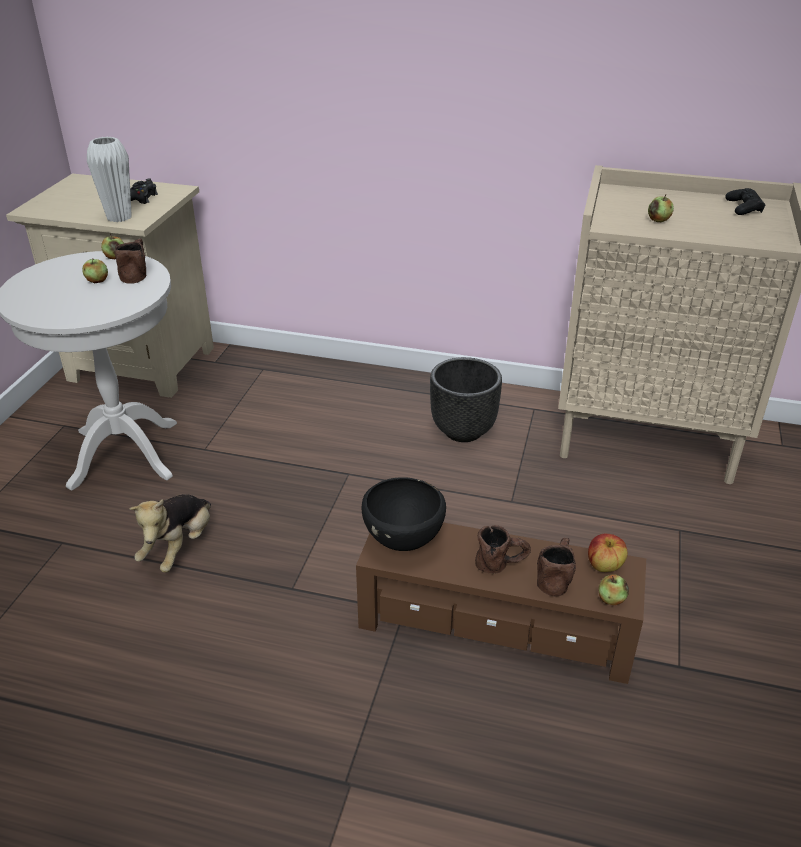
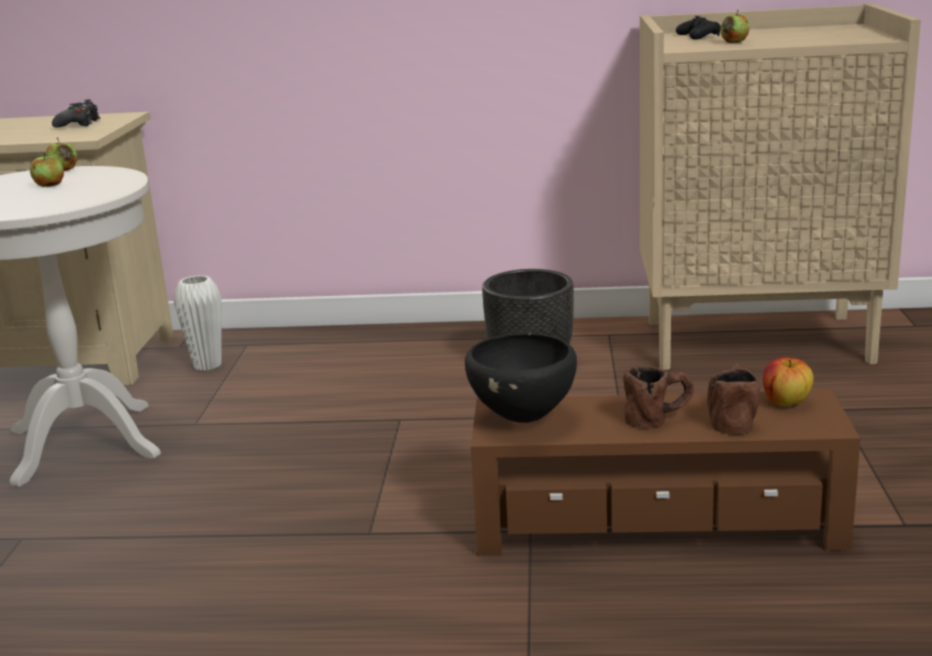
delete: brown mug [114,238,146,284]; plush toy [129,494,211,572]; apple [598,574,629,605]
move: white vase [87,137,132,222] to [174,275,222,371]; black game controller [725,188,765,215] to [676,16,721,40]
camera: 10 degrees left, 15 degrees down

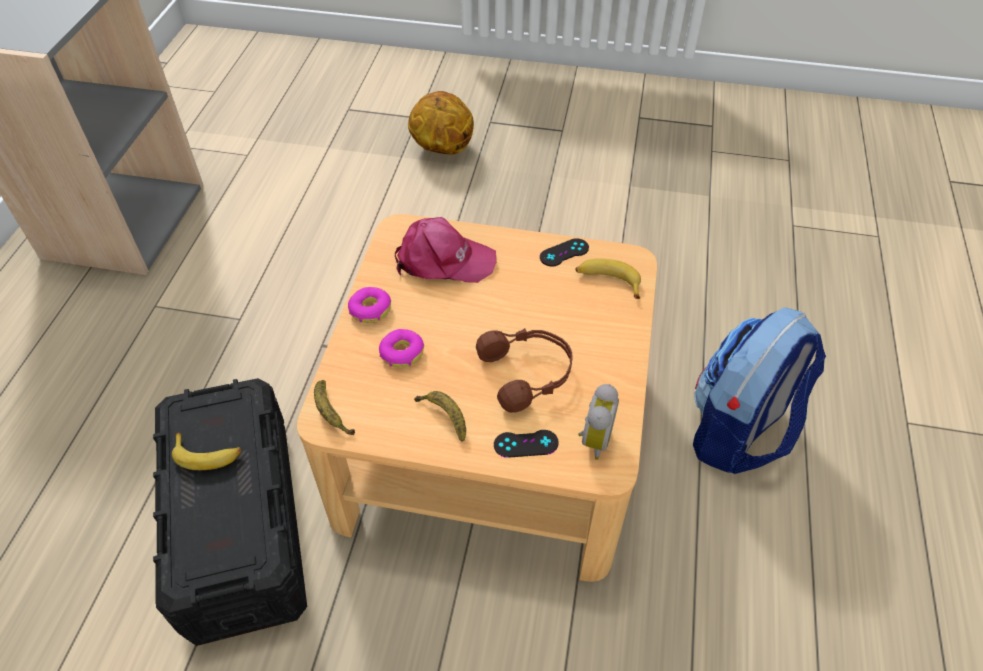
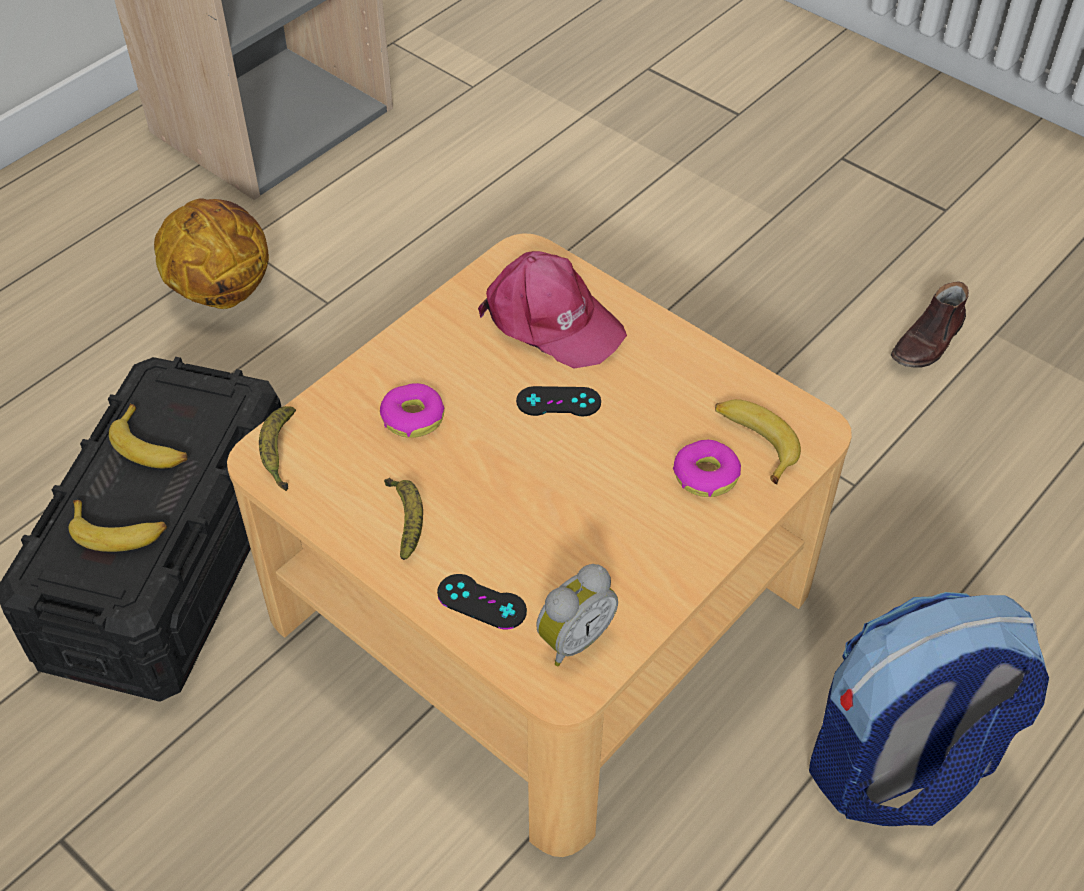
delete: brown headphones [476,328,573,413]
insert: banana [68,500,167,552]; brown shoe [891,281,969,367]
move: donut [348,287,391,323] to [673,440,741,497]; basketball [408,91,474,155] to [154,198,269,309]; black game controller [540,238,589,267] to [516,386,601,416]
camera: 30 degrees right, 0 degrees up

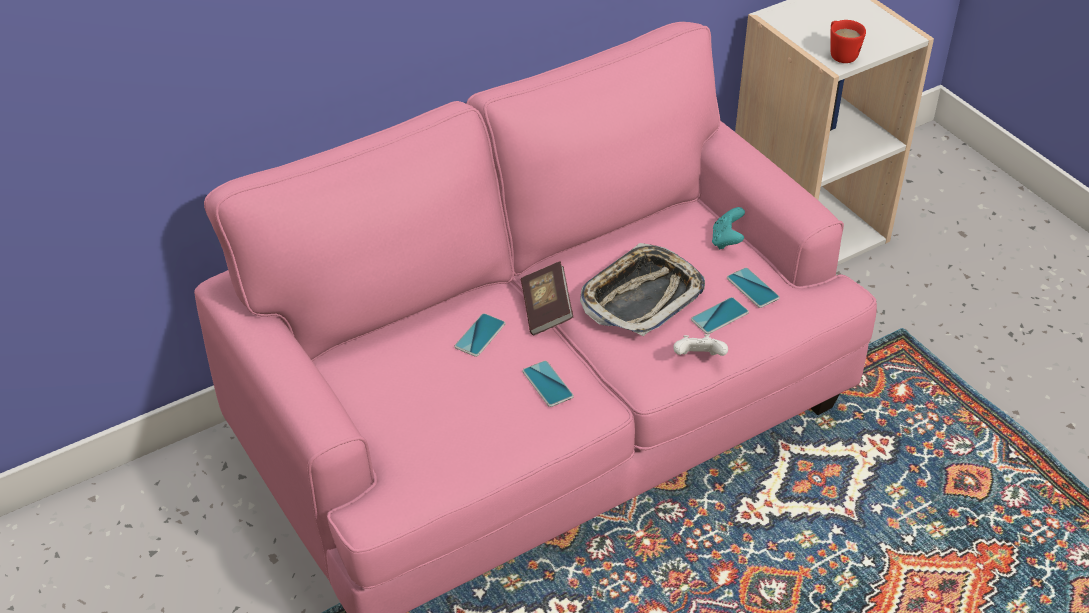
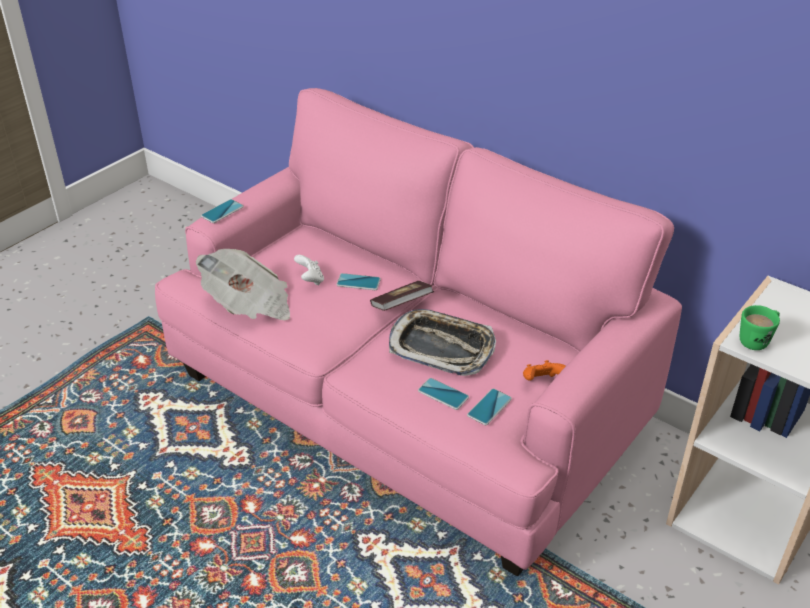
insert: newspaper [196,249,290,320]
move: phone [522,361,574,407] to [201,199,244,223]; white game controller [673,334,728,356] to [294,255,324,286]
recolor: turquoise game controller [712,207,745,250] to orange game controller [523,360,566,381]; red mug [830,20,866,63] to green mug [740,305,780,350]
camera: 70 degrees right, 5 degrees down

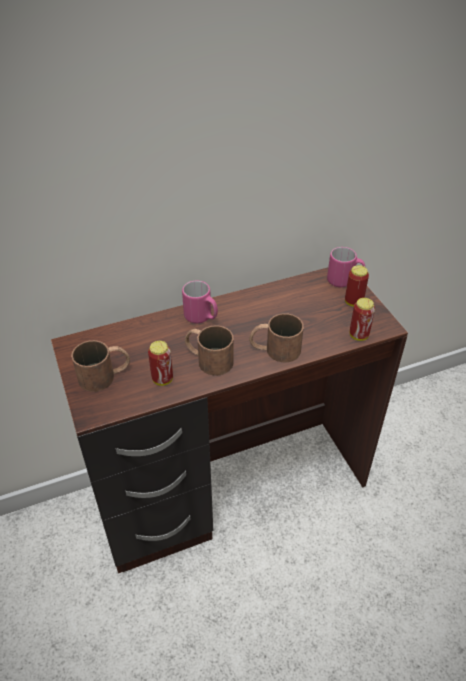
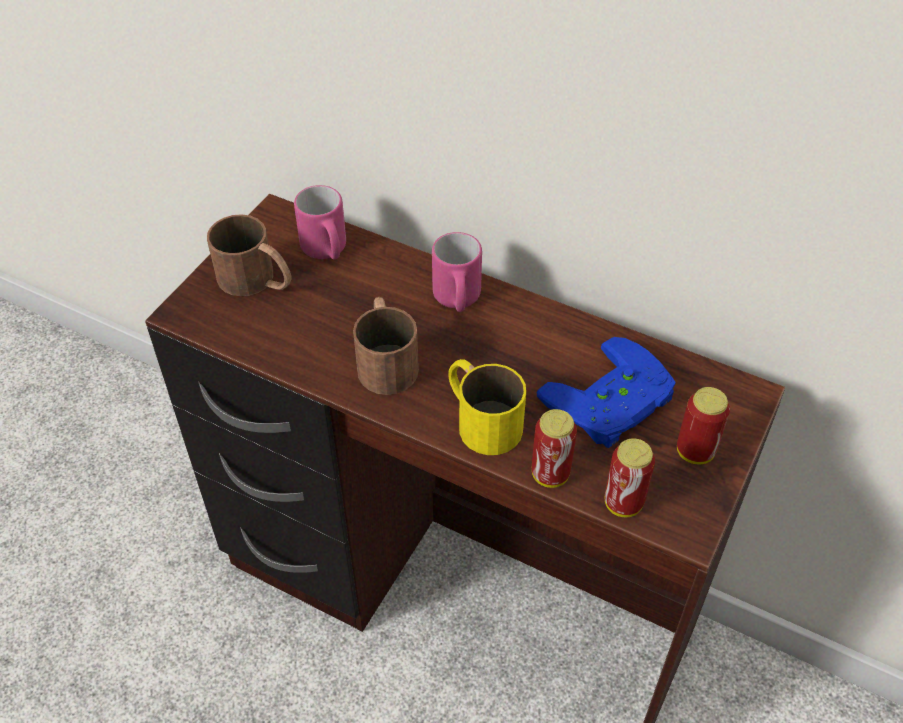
insert: blue game controller [537,337,676,448]
move: can [148,341,173,386] to [532,409,577,488]; pink mug [327,247,365,287] to [294,185,346,259]
recolor: brown mug [249,313,304,362] to yellow mug [448,359,526,455]
camera: 50 degrees right, 5 degrees up

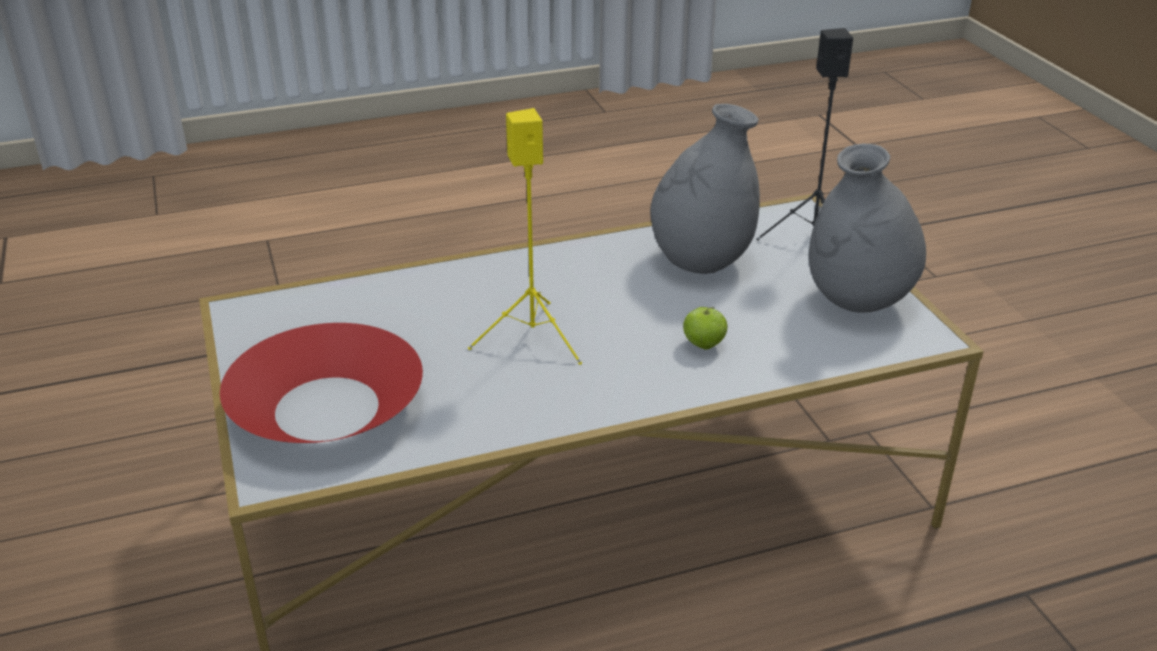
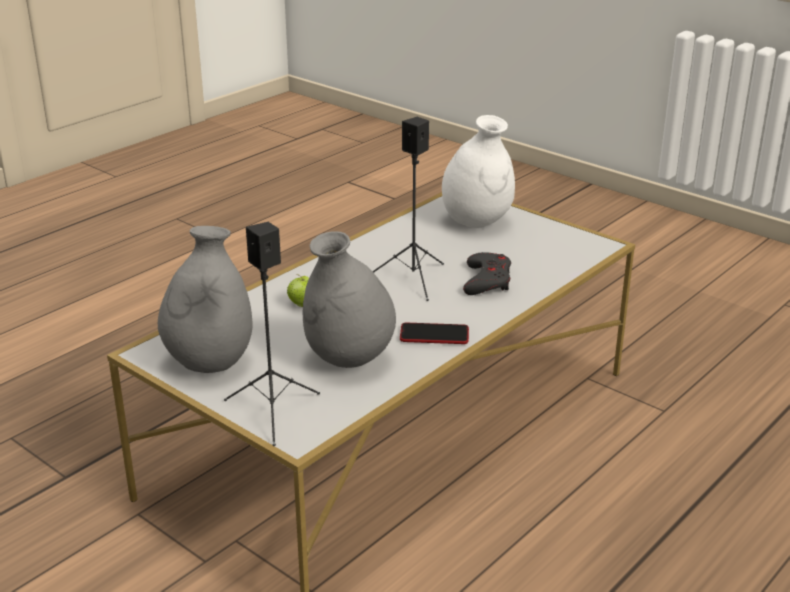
insert: phone [400,323,469,344]; grey game controller [463,252,511,295]
replace: red bowl [220,323,423,443] to white vase [442,115,515,228]
recolor: yellow speaker [468,108,582,365] to black speaker [372,117,444,301]
camera: 150 degrees right, 5 degrees down

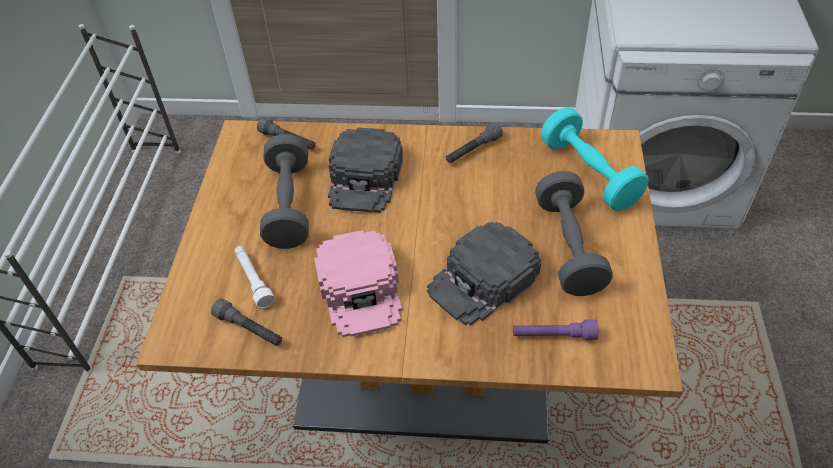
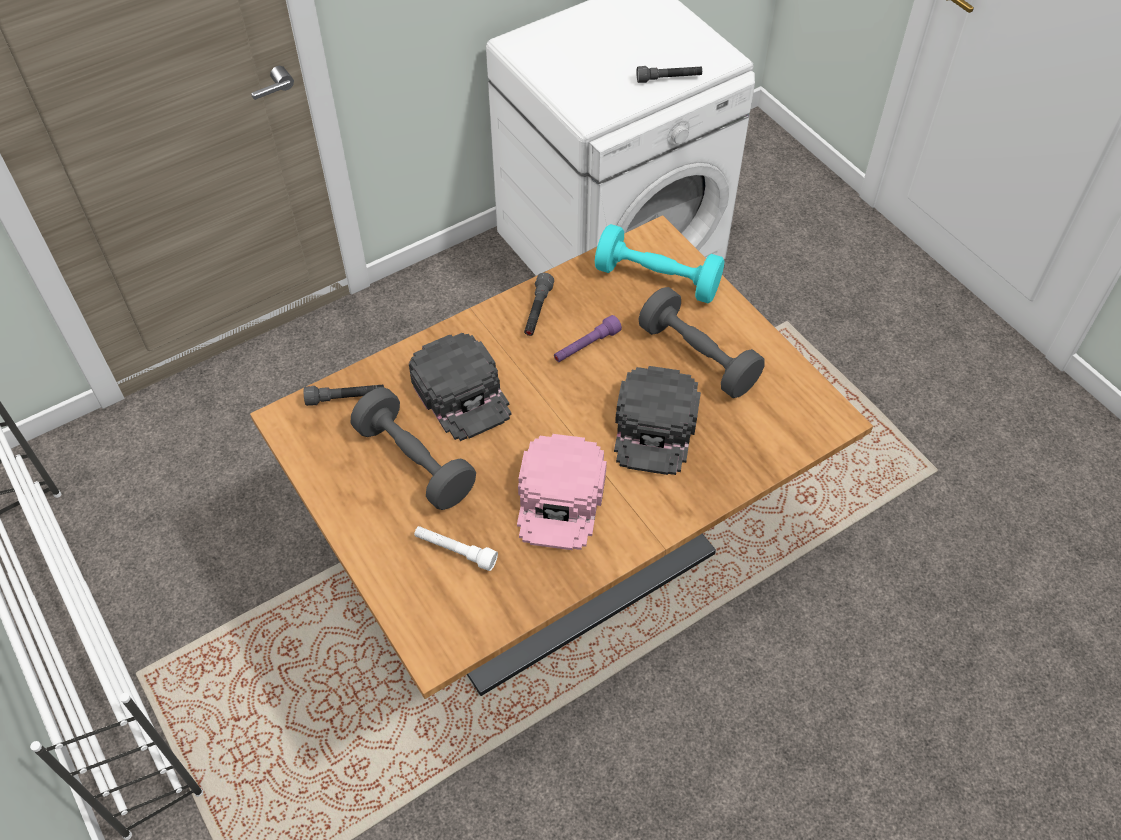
move: grey flashlight [211,298,282,346] to [637,66,702,83]; purple flashlight [513,319,598,340] to [554,315,622,362]
rotate: pink cap [314,230,402,337] = [517,434,607,550] 60 degrees clockwise
camera: 40 degrees left, 5 degrees up

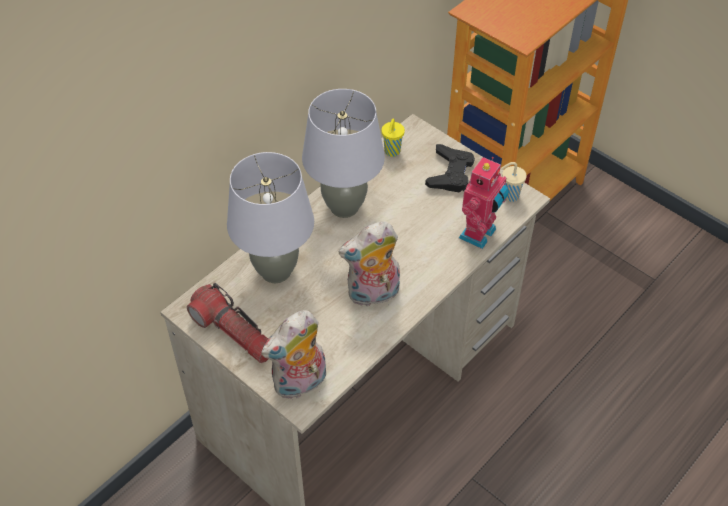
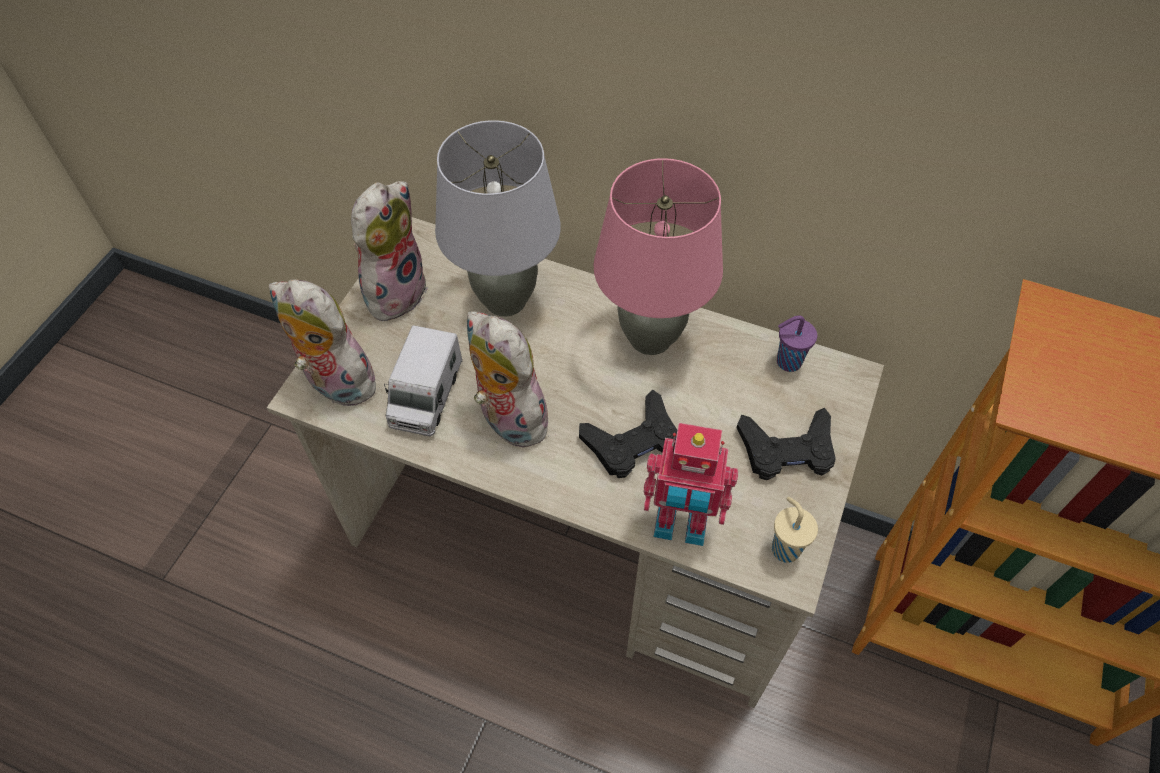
insert: toy truck [384,325,462,436]; black game controller [579,389,677,478]
replace: flashlight [187,283,268,363] to plush toy [351,181,428,322]
recolor: grey table lamp [302,89,385,218] to pink table lamp [594,158,723,355]; yellow cup [382,118,405,157] to purple cup [777,316,817,372]
camera: 70 degrees right, 5 degrees up

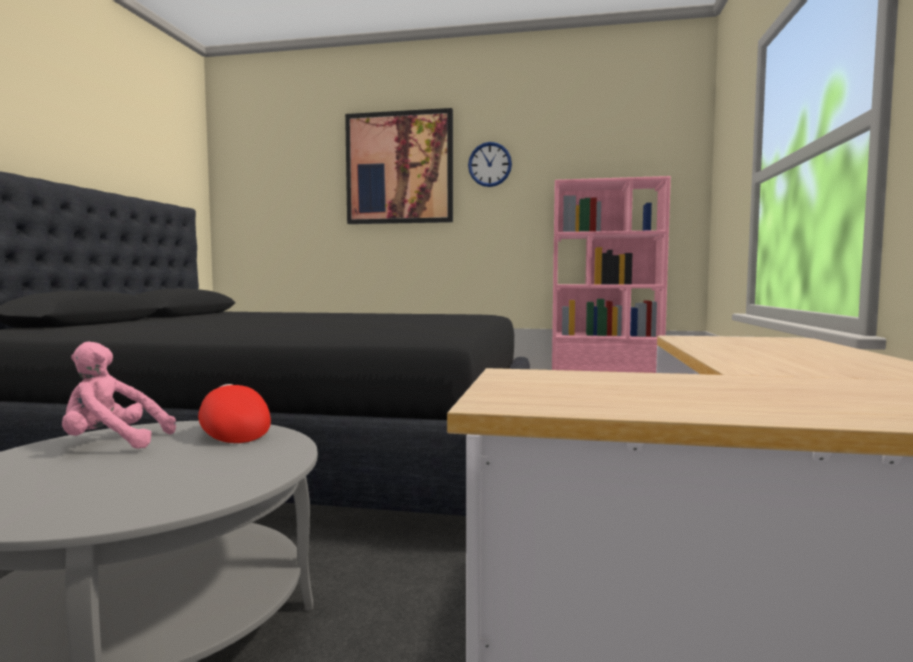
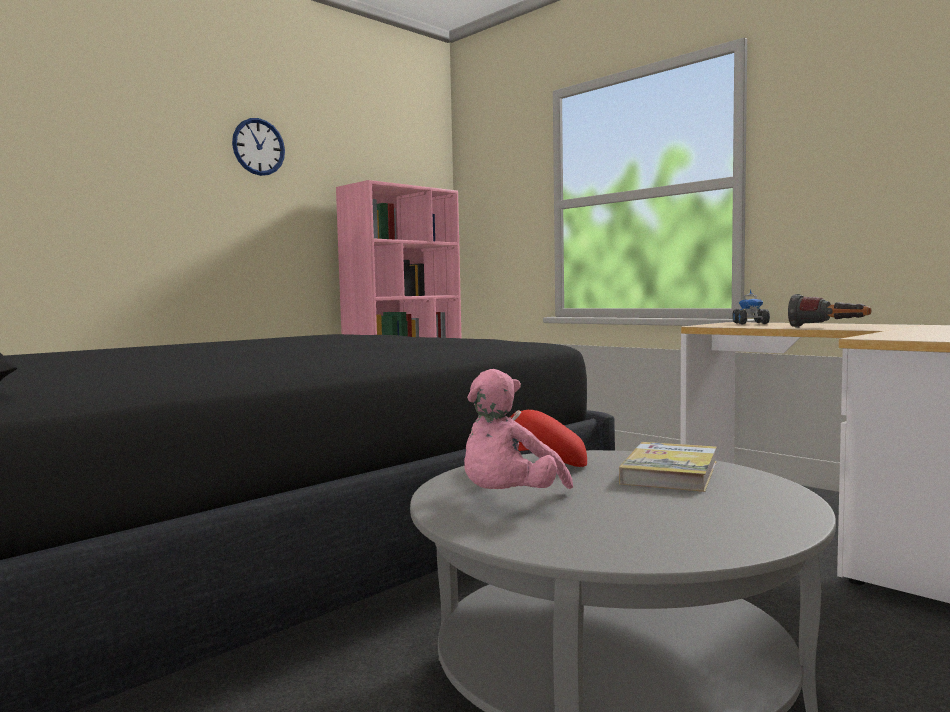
delete: picture [345,108,453,224]
insert: book [619,442,717,492]; toy truck [732,289,770,325]; flashlight [788,294,871,328]
camera: 55 degrees left, 0 degrees up

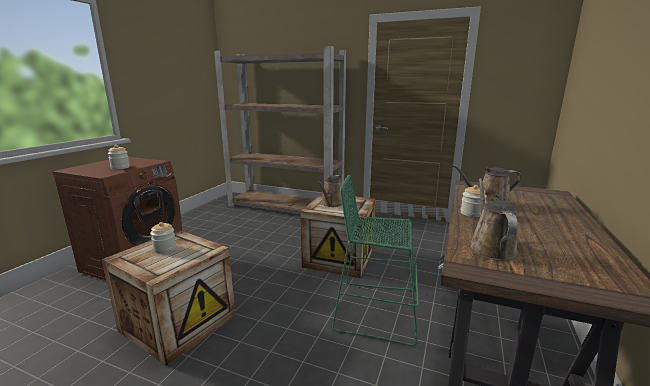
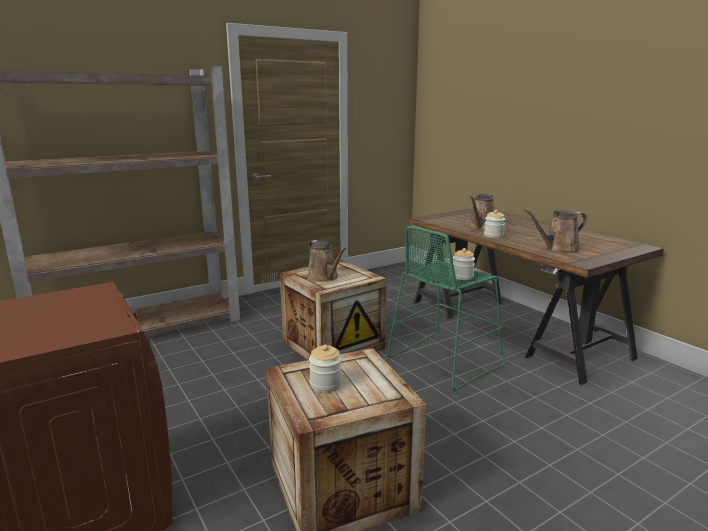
move: jar [108,145,130,169] to [453,248,475,280]
rotate: brown watering can [469,178,518,261] = [524,209,588,253] 60 degrees counterclockwise
camera: 55 degrees left, 0 degrees up

